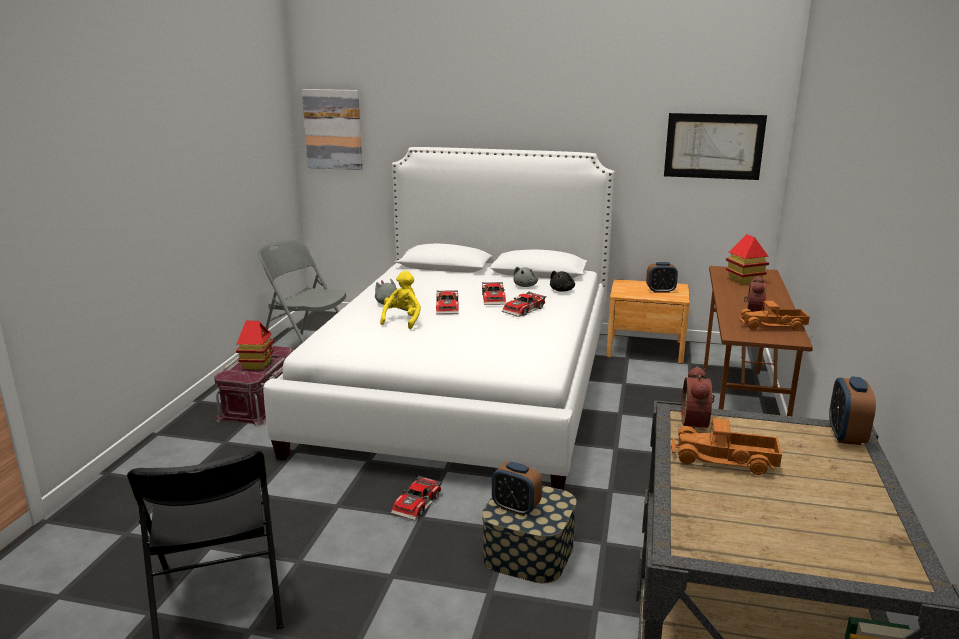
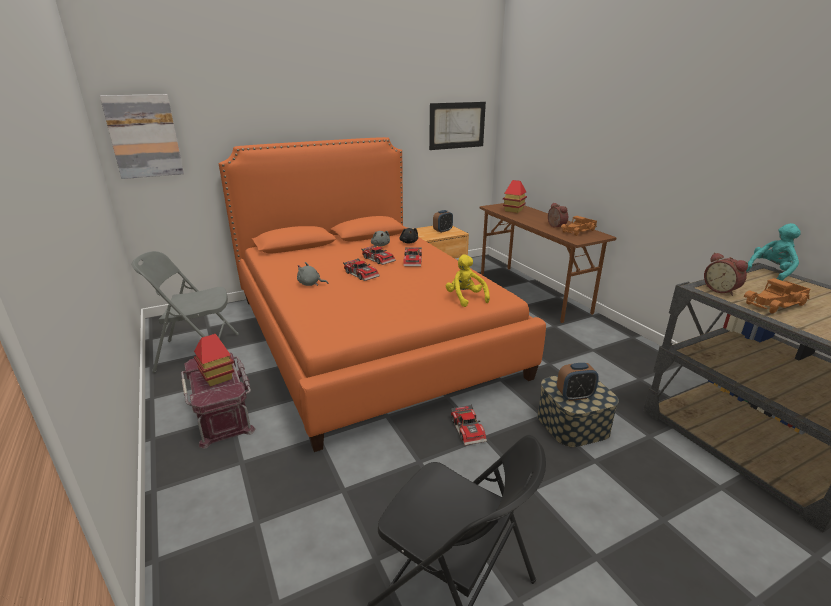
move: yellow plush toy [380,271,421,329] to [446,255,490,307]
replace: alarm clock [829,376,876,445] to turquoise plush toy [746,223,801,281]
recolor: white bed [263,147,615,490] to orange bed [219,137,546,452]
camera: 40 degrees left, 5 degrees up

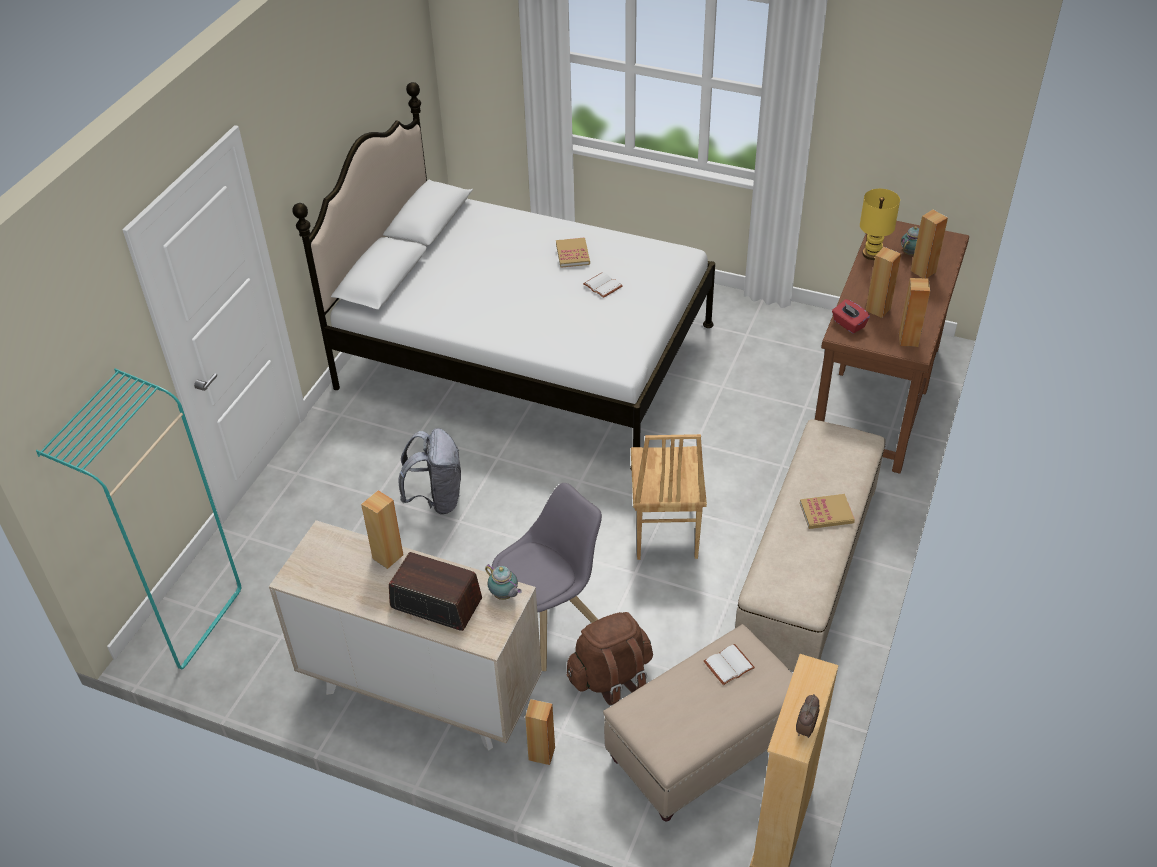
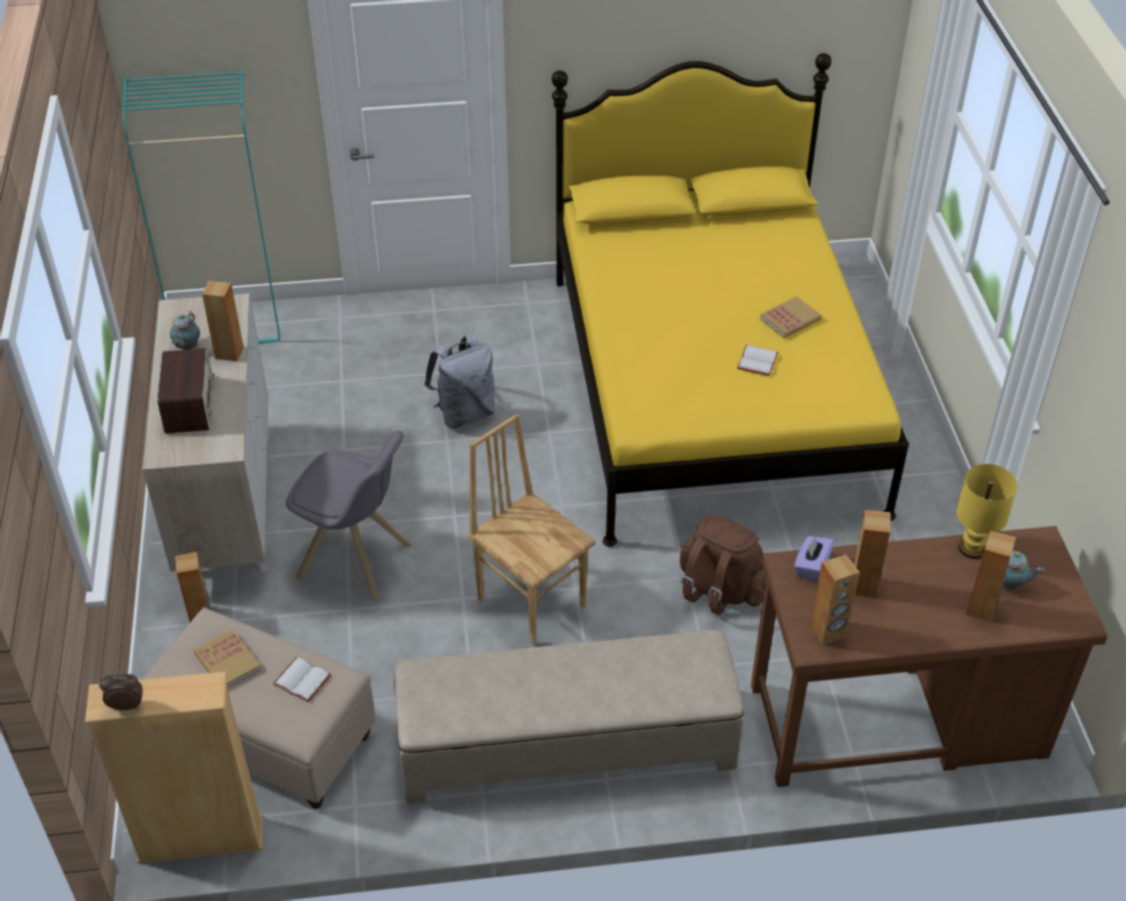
move: teapot [485,564,522,600] to [170,312,200,350]; brown backpack [567,612,653,705] to [680,515,766,615]; book [800,494,855,529] to [193,629,261,688]
recolor: white bed [292,82,715,470] to yellow bed [552,53,909,547]; red tissue box [832,299,870,334] to purple tissue box [794,536,835,582]
rotate: brown chair [631,434,707,560] = [468,414,595,646] 75 degrees clockwise
camera: 60 degrees right, 0 degrees up

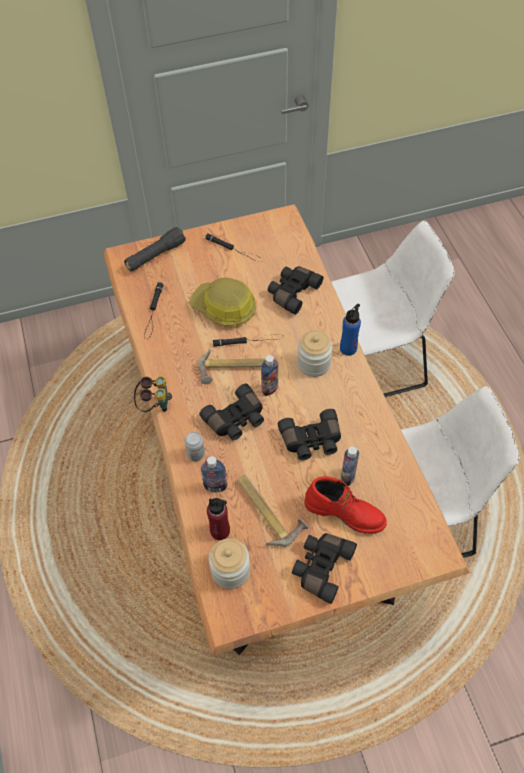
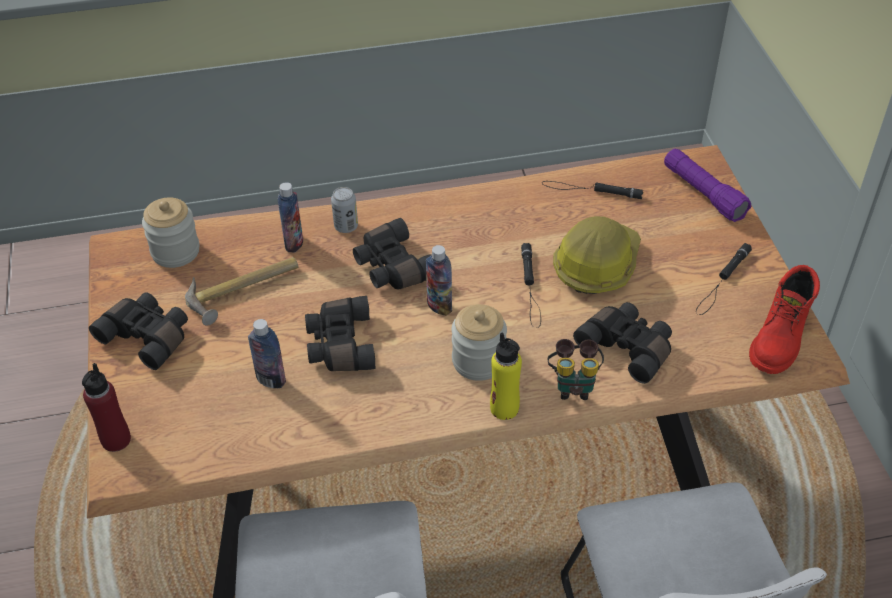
delete: hammer [198,348,275,384]
move: binoculars [134,376,172,412] to [548,339,604,400]; red bottle [207,498,230,540] to [82,363,131,452]; red boot [304,476,387,534] to [749,265,820,374]
recolor: black flashlight [124,227,186,272] to purple flashlight [664,149,751,222]; blue bottle [340,304,361,356] to yellow bottle [490,333,522,420]
camera: 95 degrees right, 10 degrees down

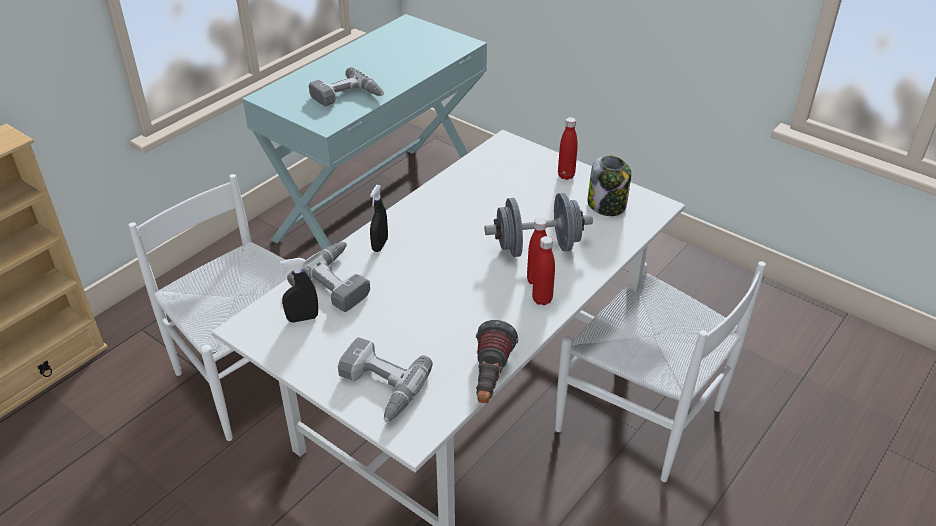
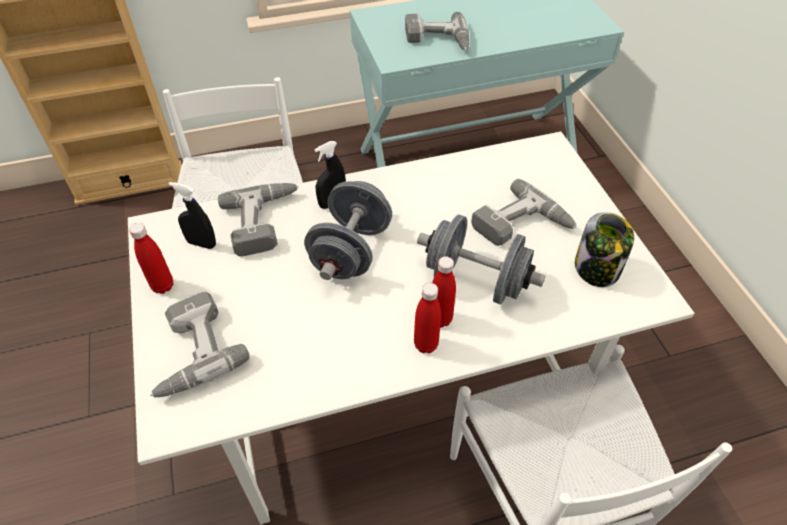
delete: flashlight [476,320,518,403]
insert: grey dumbbell [304,181,392,280]; power drill [471,179,577,246]
move: red bottle [558,117,578,180] to [129,223,173,294]
camera: 35 degrees right, 10 degrees up

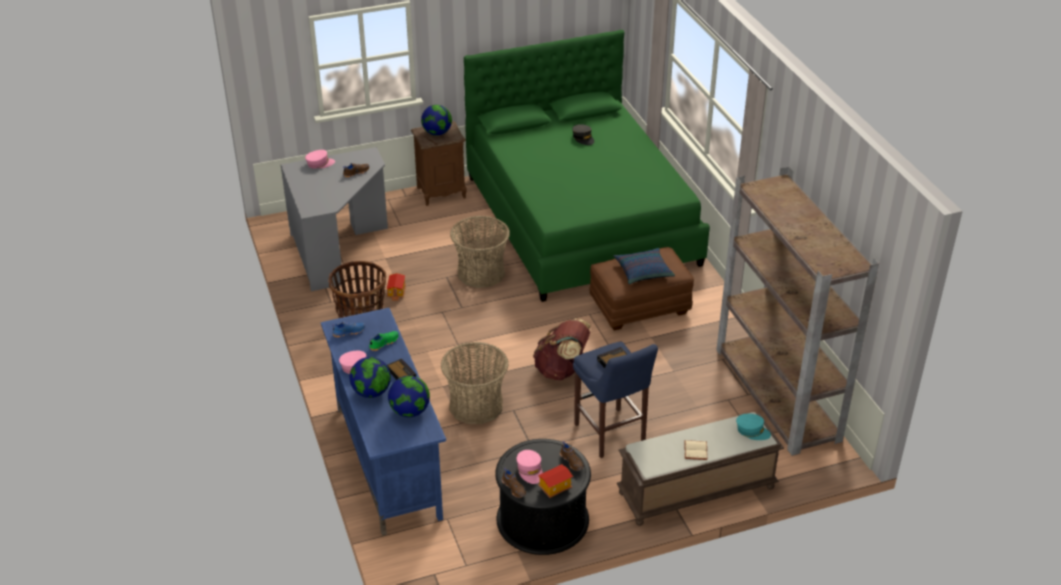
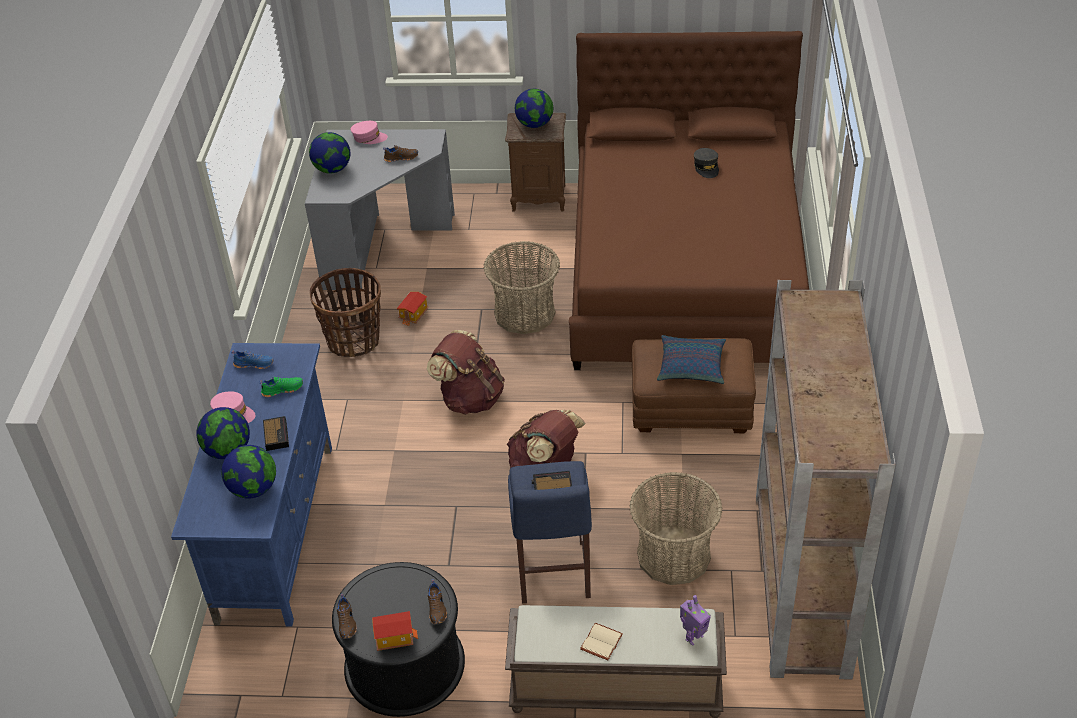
delete: pink cap [516,450,543,484]
insert: globe [309,132,350,174]; brown backpack [427,330,505,415]
move: basket [441,342,509,424] to [629,472,722,585]
replace: turquoise cap [736,414,771,440] to toy robot [680,595,711,646]
recolor: green bed [464,30,710,302] to brown bed [569,31,809,370]
camera: 25 degrees right, 5 degrees up

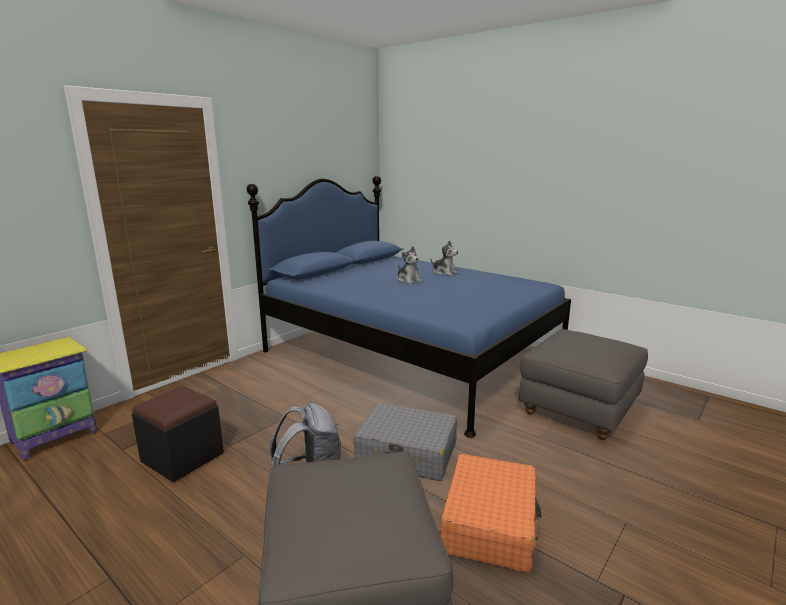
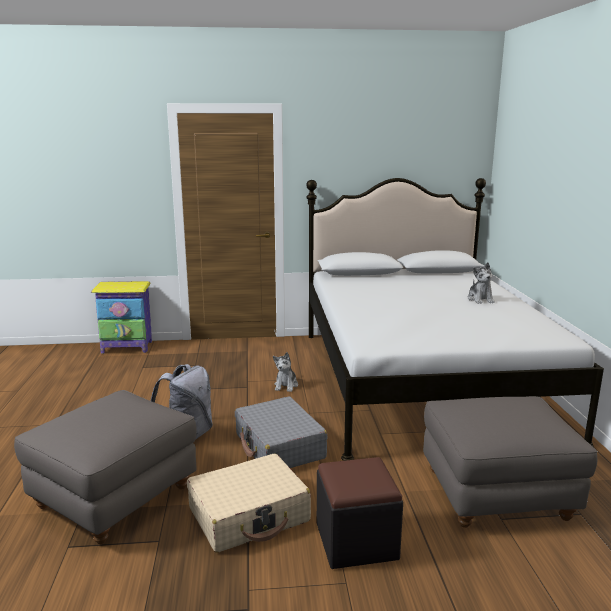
move: black ottoman [132,386,224,482] to [317,457,403,569]; plush toy [397,246,422,284] to [273,352,298,392]
recolor: blue bed [247,176,571,438] to white bed [306,178,604,461]; orange suitcase [439,454,542,573] to beige suitcase [187,454,311,553]
camera: 45 degrees right, 0 degrees up

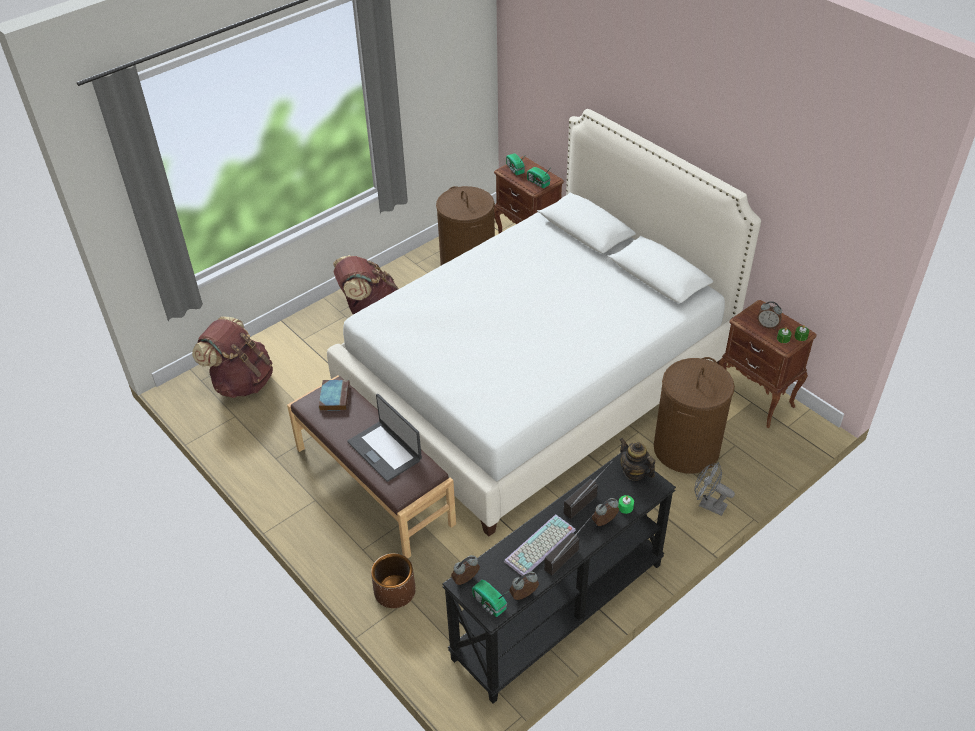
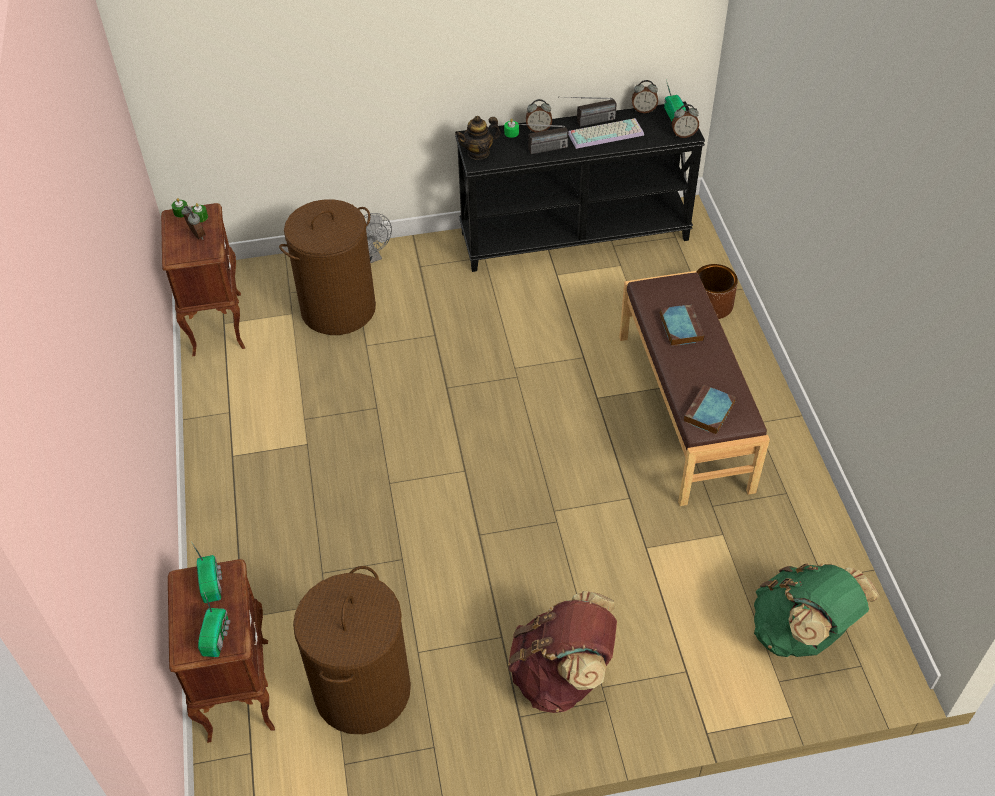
delete: white bed [327,109,761,537]
replace: laptop [347,394,422,482] to book [660,304,705,346]
recolor: brown backpack [192,317,273,398] to green backpack [754,563,880,657]
rotate: teapot [619,438,655,481] = [455,116,501,160] 75 degrees clockwise
camera: 150 degrees left, 5 degrees up

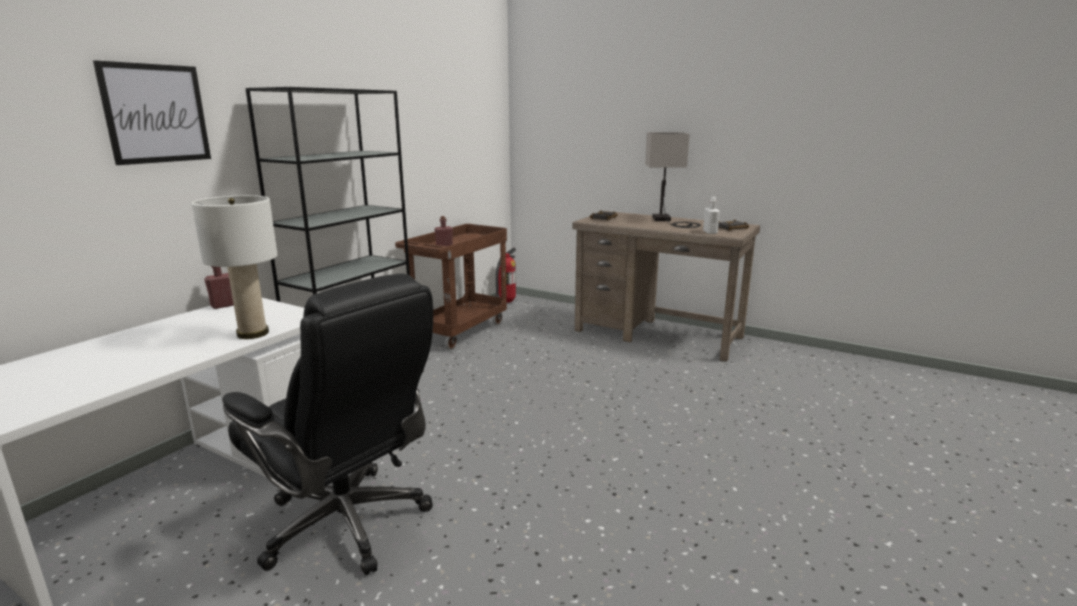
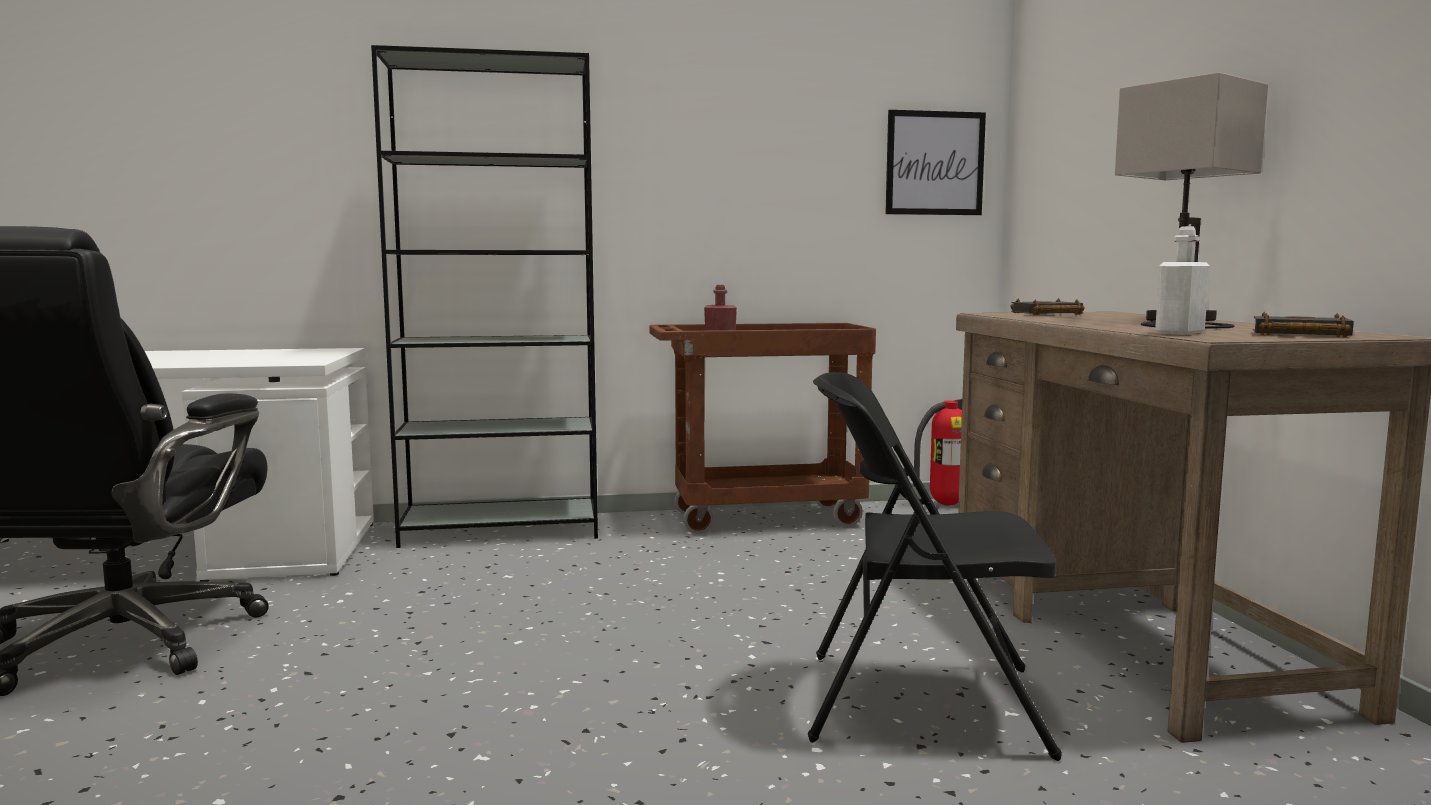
delete: white table lamp [191,195,278,339]; red bottle [204,266,234,309]
insert: black chair [808,372,1062,761]
move: picture [93,60,211,165] to [885,110,986,215]
camera: 50 degrees right, 10 degrees down

